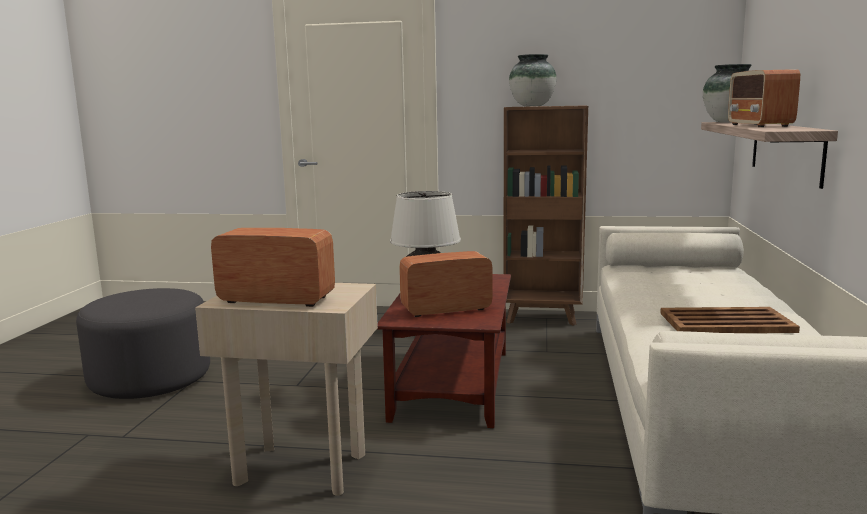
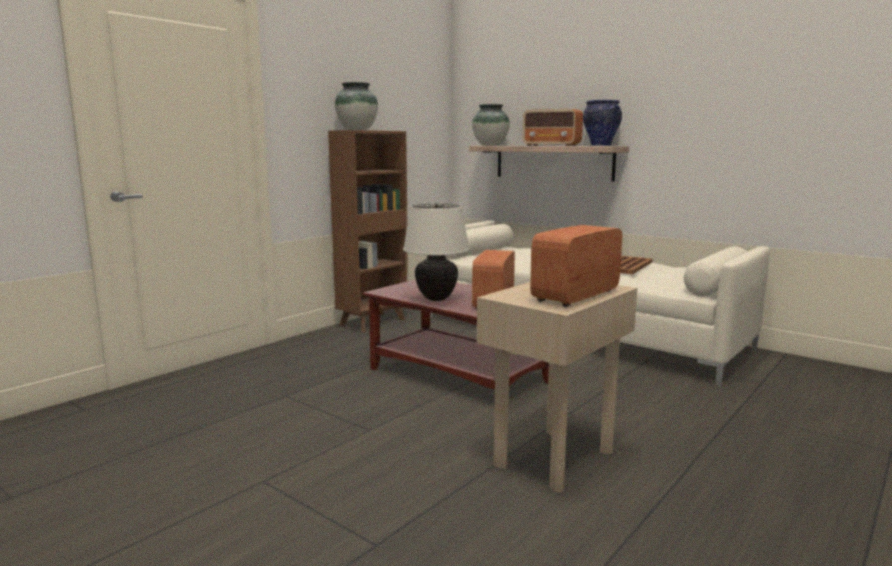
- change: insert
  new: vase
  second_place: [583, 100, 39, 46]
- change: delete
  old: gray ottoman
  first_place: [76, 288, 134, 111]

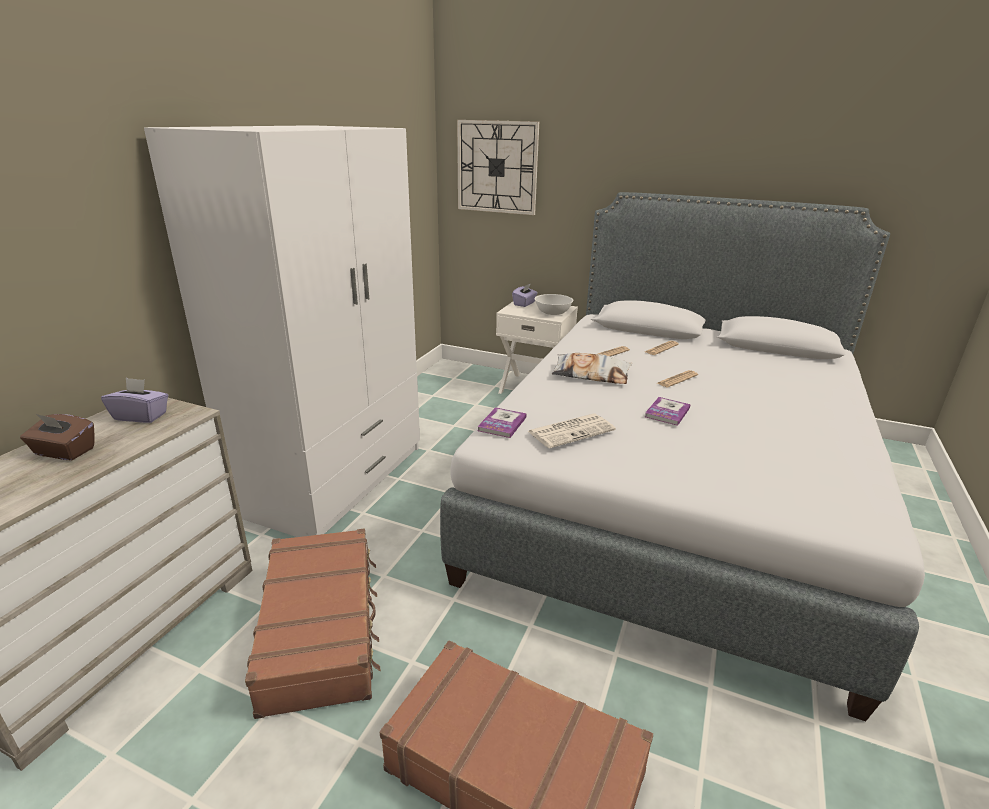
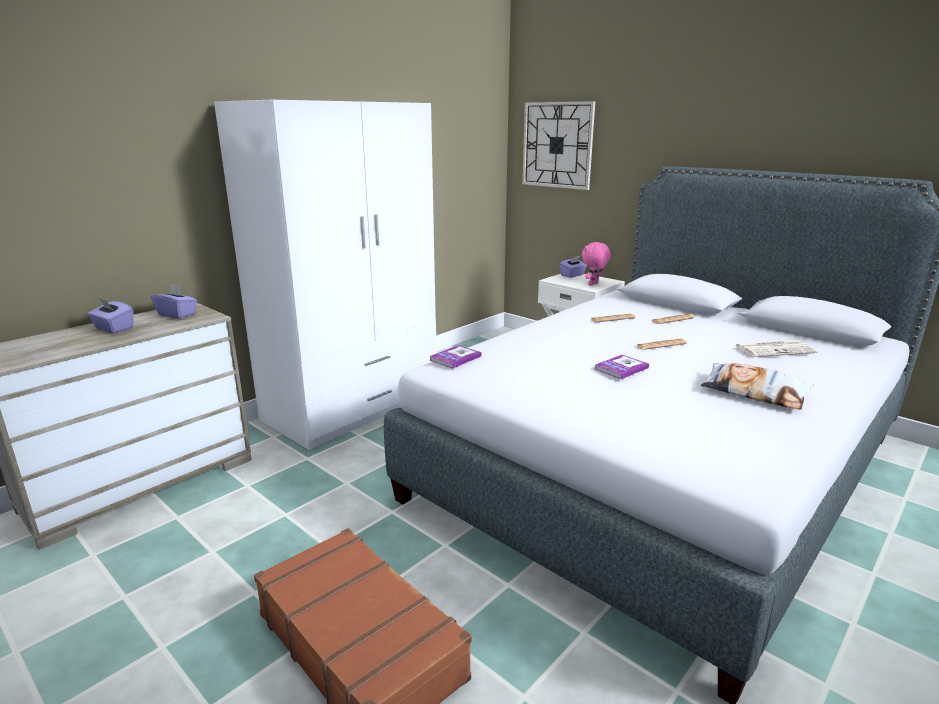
- change: recolor
  old: brown-coloured tissue box
  new: purple tissue box
  first_place: [20, 414, 75, 46]
  second_place: [88, 297, 45, 37]
- change: replace
  old: white serving bowl
  new: pink cuddly toy
  first_place: [534, 294, 40, 21]
  second_place: [582, 242, 29, 44]
- change: move
  old: pillow
  first_place: [552, 353, 80, 31]
  second_place: [701, 363, 112, 47]
- change: move
  old: printed paper
  first_place: [528, 414, 88, 34]
  second_place: [735, 340, 83, 17]
- change: delete
  old: brown-coloured travel case
  first_place: [245, 529, 136, 190]

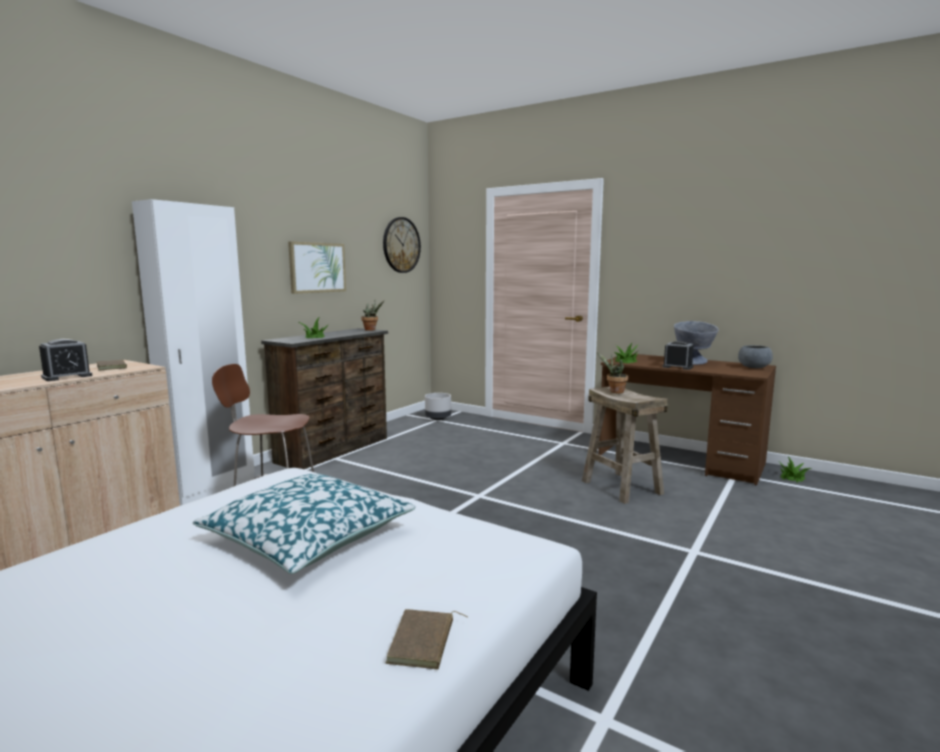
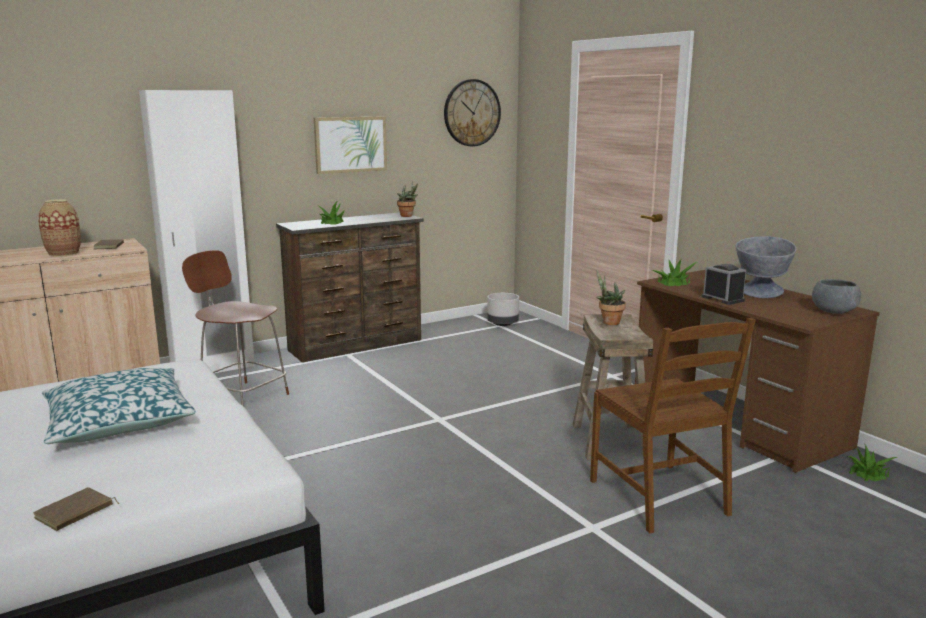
- change: replace
  old: table clock
  new: vase
  first_place: [39, 339, 53, 42]
  second_place: [38, 199, 43, 58]
- change: insert
  new: brown-coloured upright chair
  second_place: [590, 318, 166, 216]

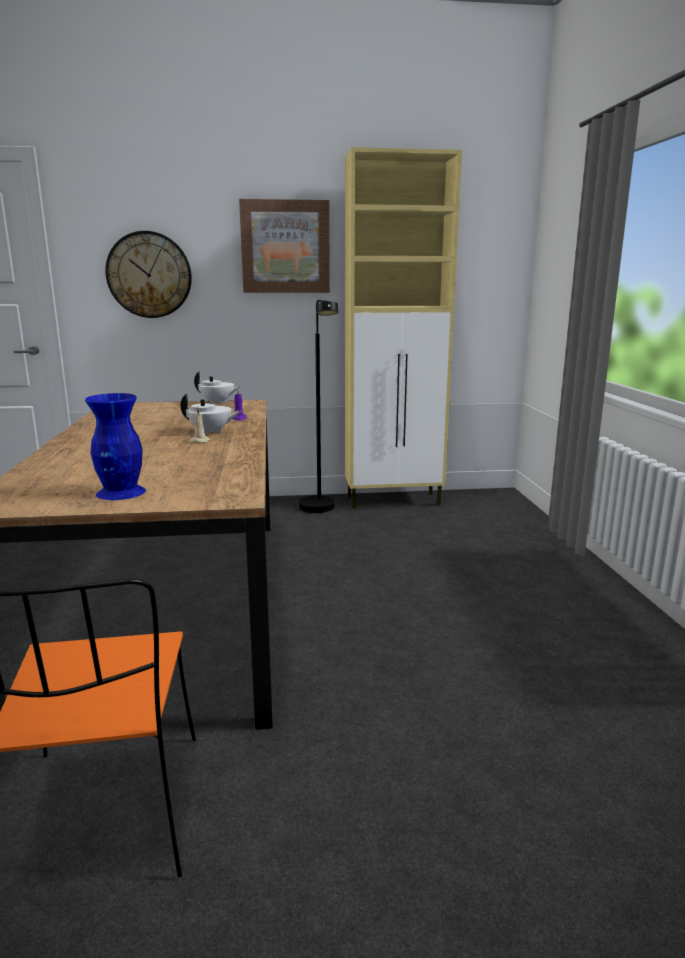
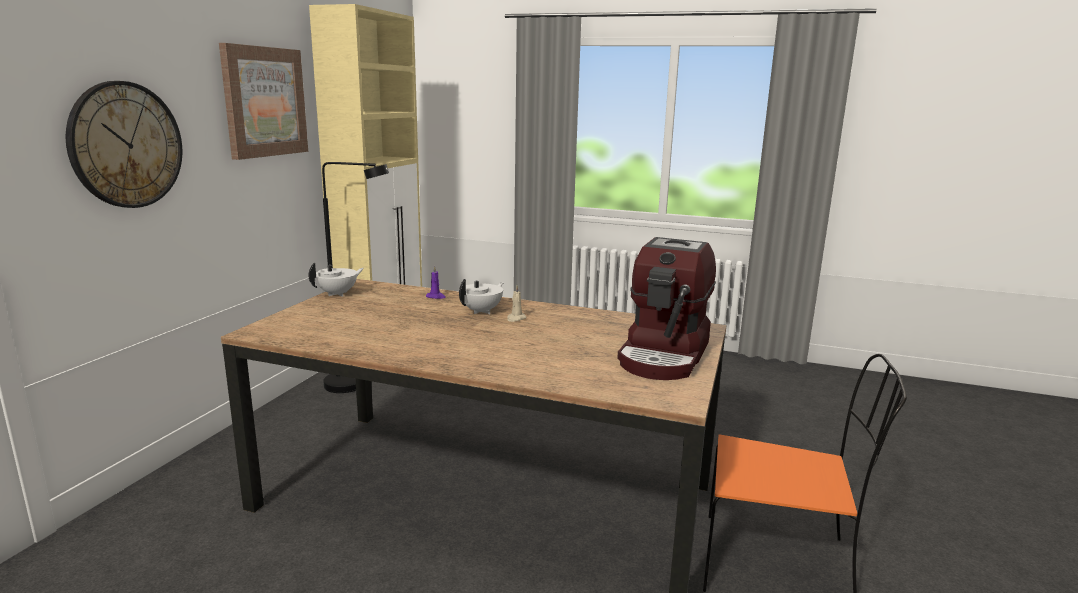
- change: replace
  old: blue-coloured vase
  new: coffee brewer
  first_place: [85, 393, 61, 107]
  second_place: [617, 237, 99, 143]

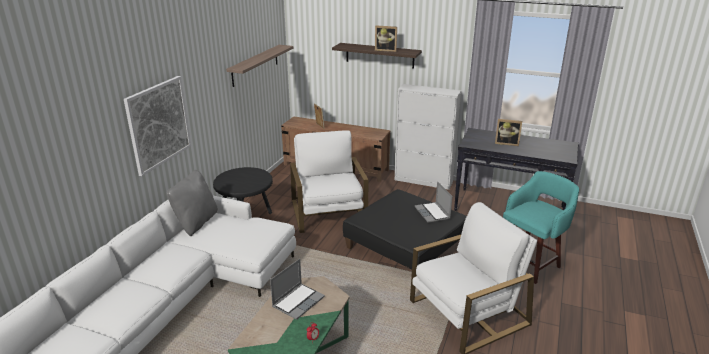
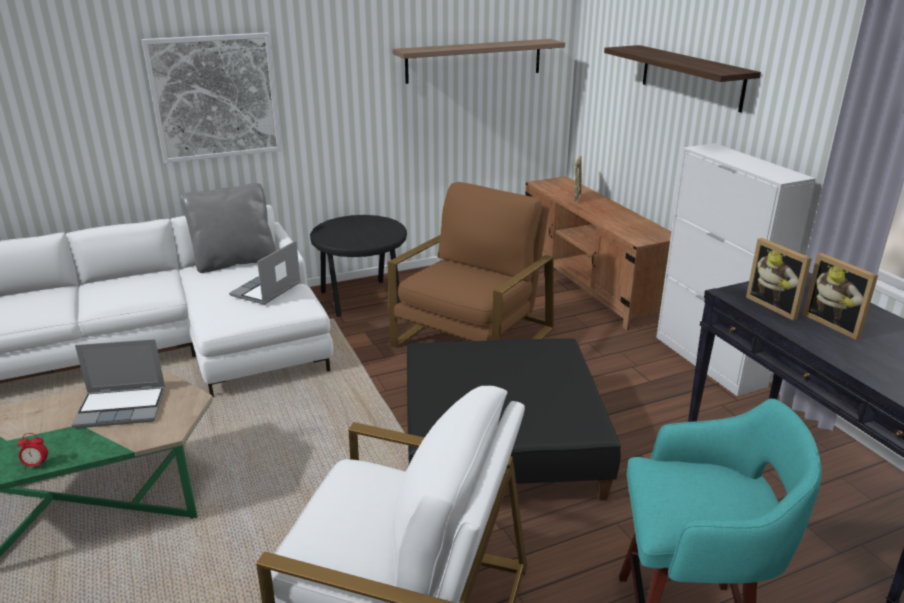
- change: move
  old: notebook computer
  first_place: [415, 181, 37, 42]
  second_place: [229, 241, 72, 64]
- change: recolor
  old: white armchair
  new: brown-coloured armchair
  first_place: [290, 130, 78, 103]
  second_place: [387, 182, 167, 166]
- change: move
  old: standing frame
  first_place: [375, 25, 22, 27]
  second_place: [746, 238, 66, 83]

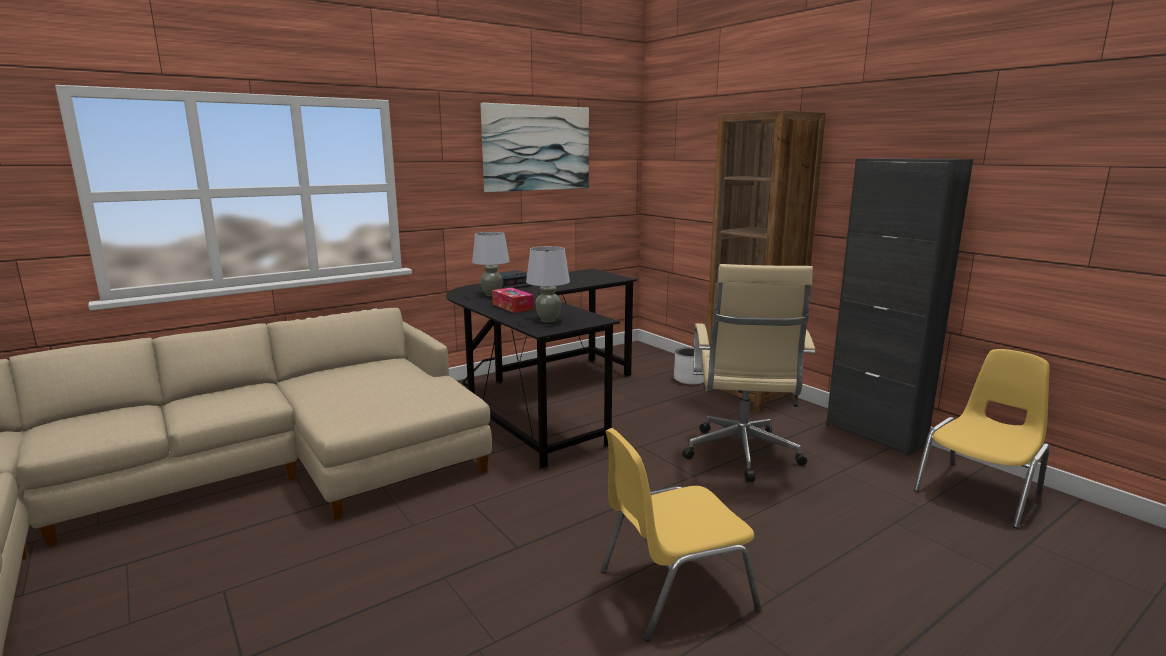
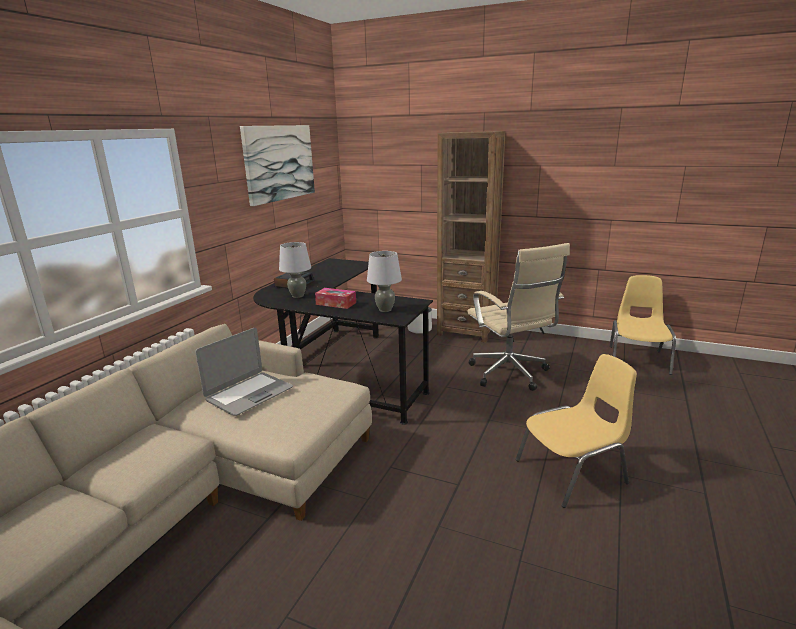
- change: insert
  new: notebook computer
  second_place: [195, 328, 98, 88]
- change: rotate
  old: yellow-coloured upright chair
  first_place: [600, 428, 162, 213]
  second_place: [516, 354, 121, 154]
  degrees: -150
- change: delete
  old: black-coloured storage cabinet
  first_place: [826, 158, 147, 298]

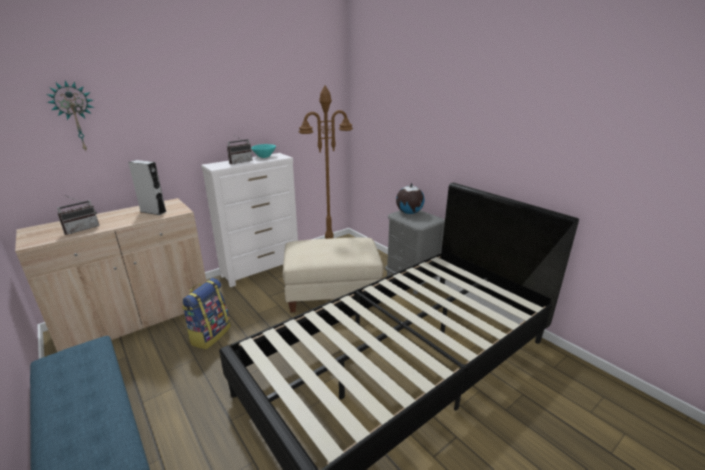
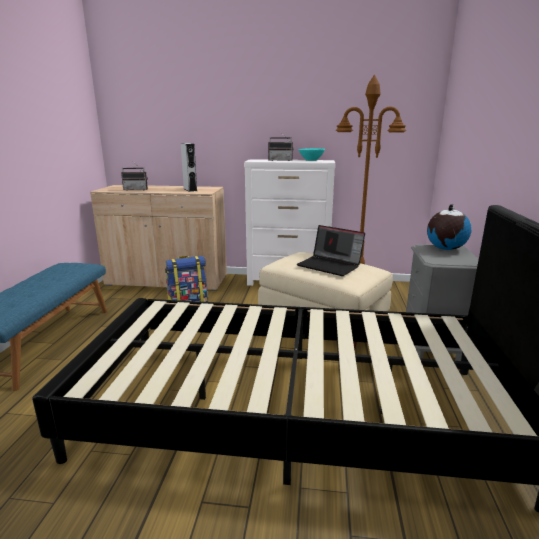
- change: insert
  new: notebook computer
  second_place: [297, 225, 68, 51]
- change: delete
  old: hanging clock
  first_place: [46, 80, 48, 71]

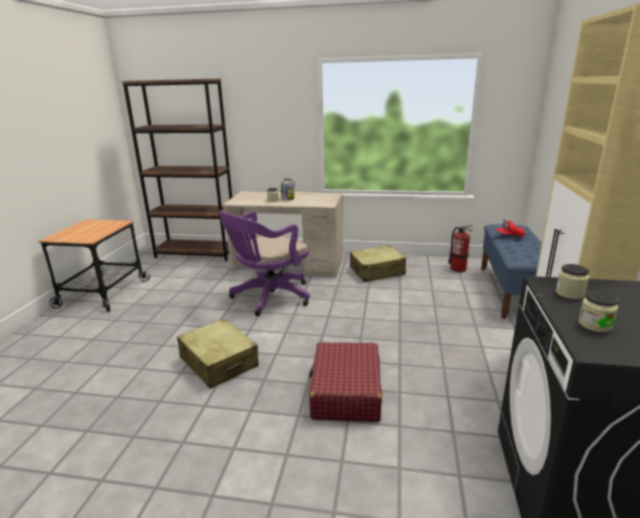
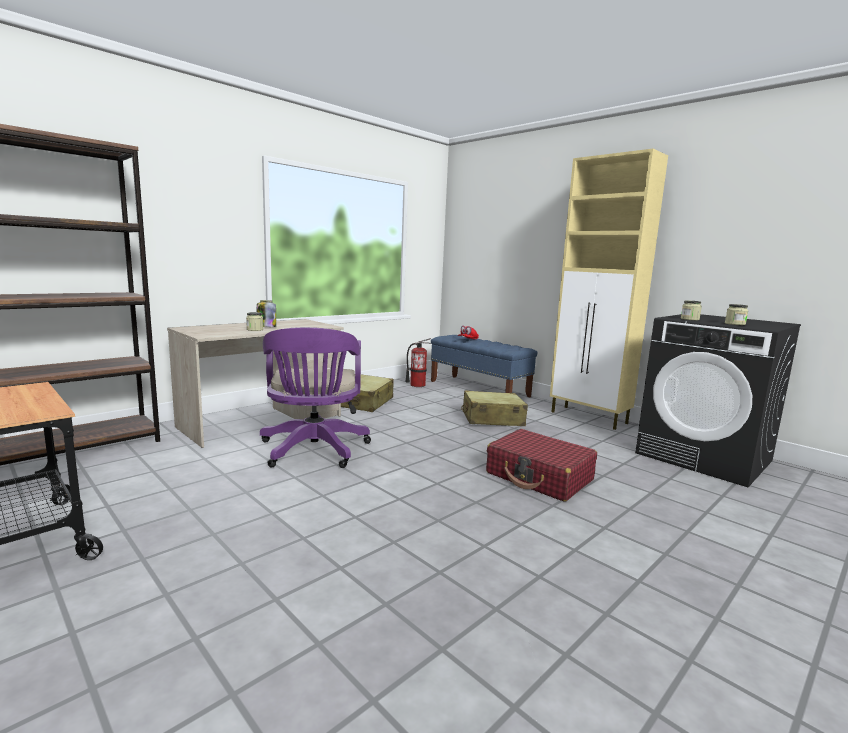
- change: move
  old: beige-coloured travel case
  first_place: [177, 318, 82, 71]
  second_place: [461, 390, 67, 36]

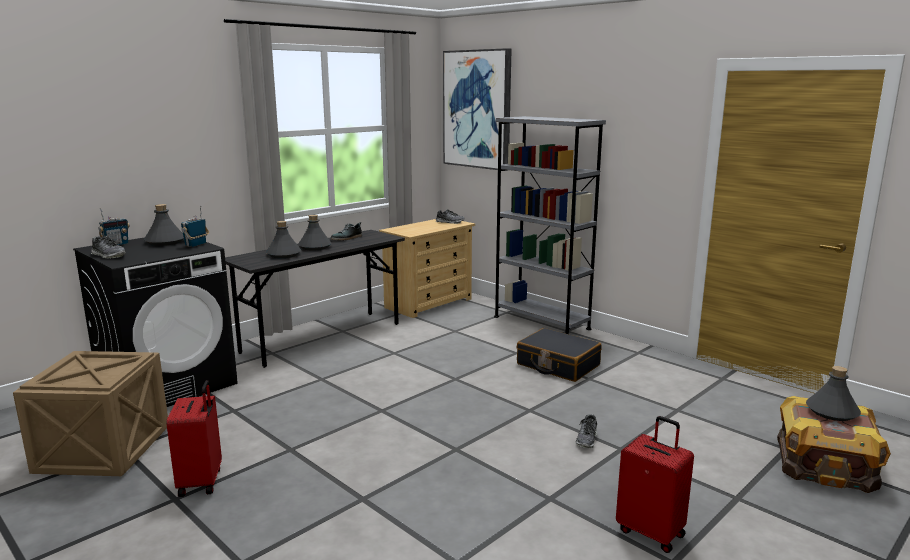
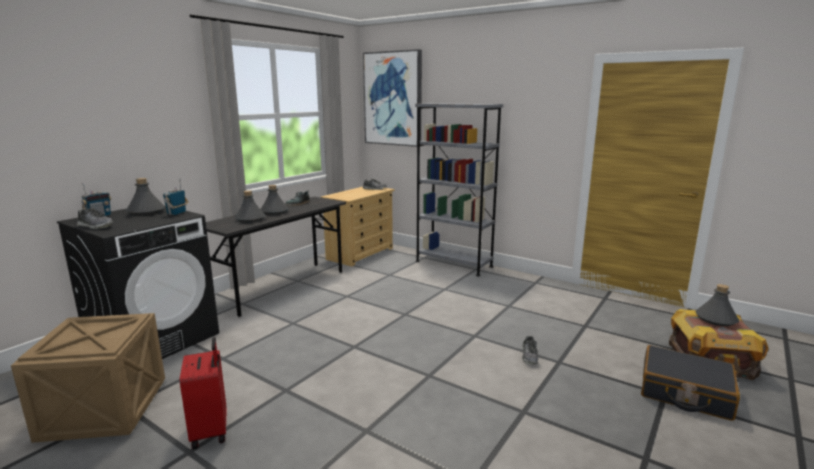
- change: move
  old: black-coloured travel case
  first_place: [517, 328, 85, 54]
  second_place: [641, 345, 99, 76]
- change: delete
  old: reddish travel case
  first_place: [616, 416, 78, 137]

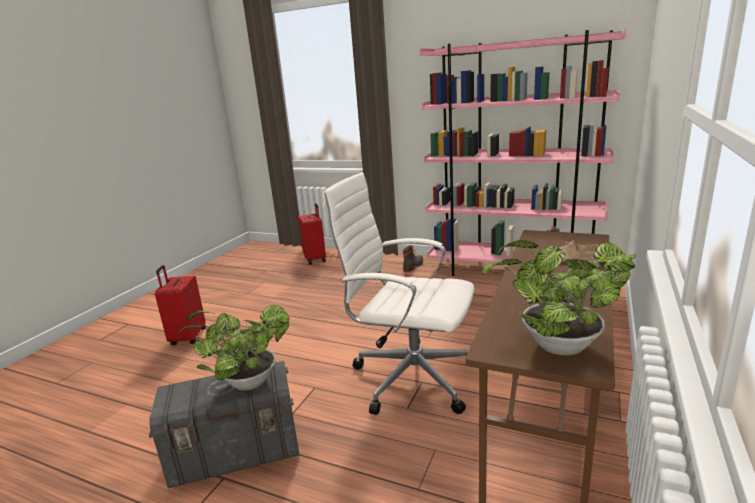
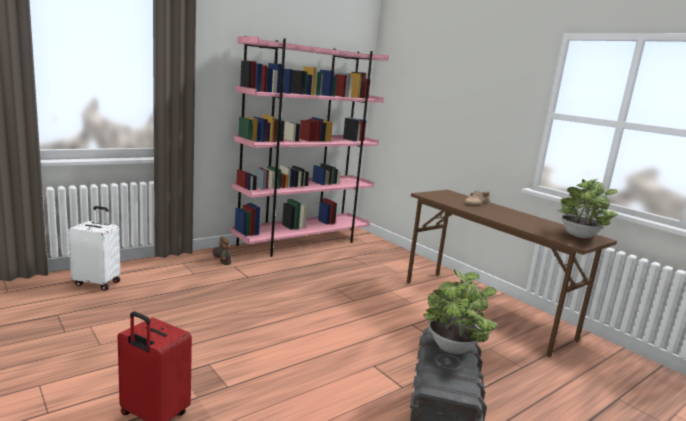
- change: recolor
  old: reddish travel case
  new: white travel case
  first_place: [298, 203, 28, 62]
  second_place: [68, 206, 52, 84]
- change: delete
  old: white desk chair
  first_place: [323, 172, 151, 243]

